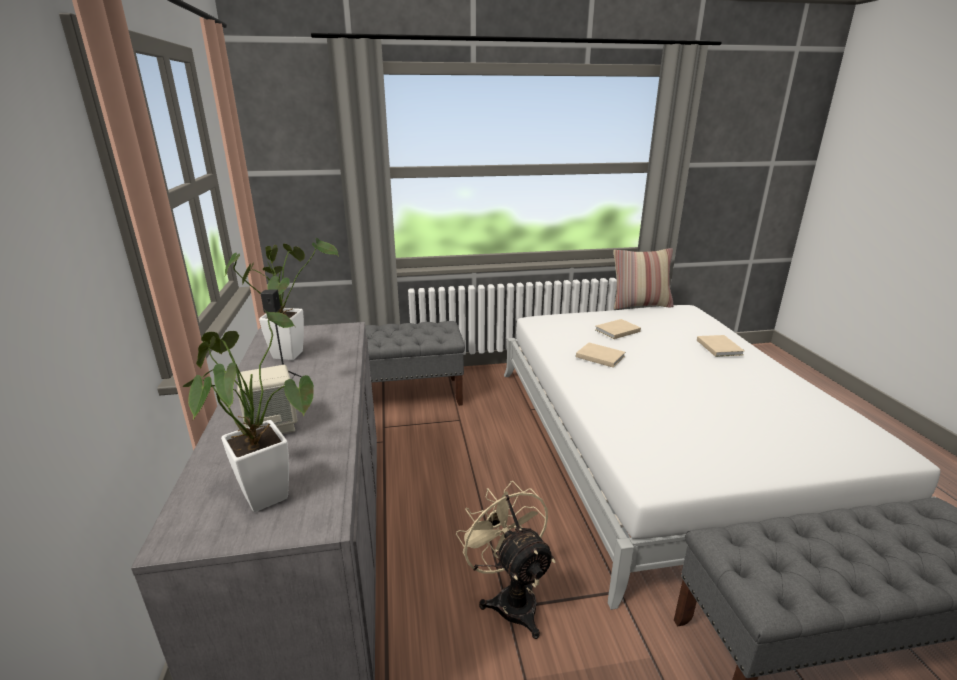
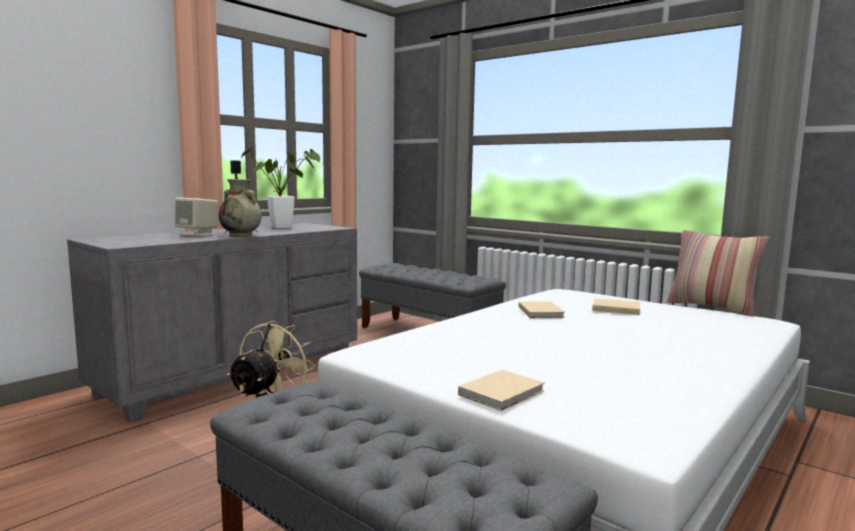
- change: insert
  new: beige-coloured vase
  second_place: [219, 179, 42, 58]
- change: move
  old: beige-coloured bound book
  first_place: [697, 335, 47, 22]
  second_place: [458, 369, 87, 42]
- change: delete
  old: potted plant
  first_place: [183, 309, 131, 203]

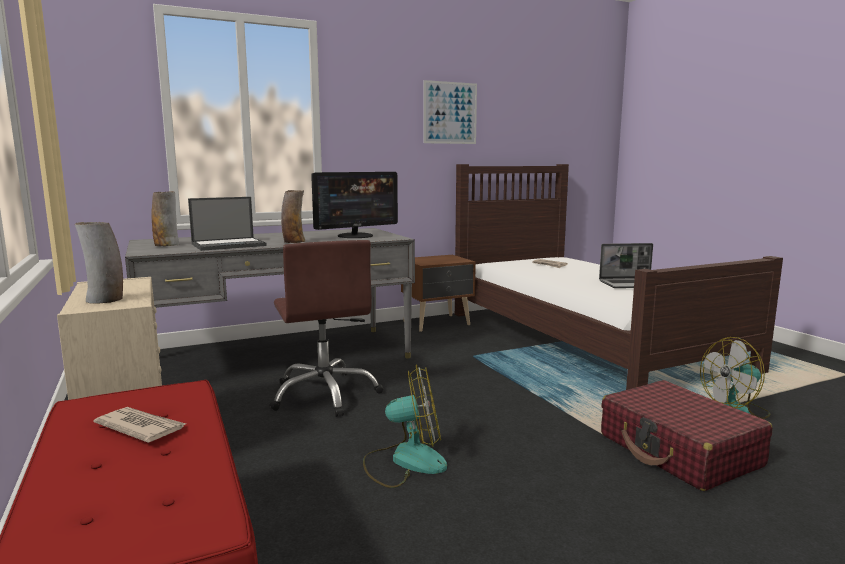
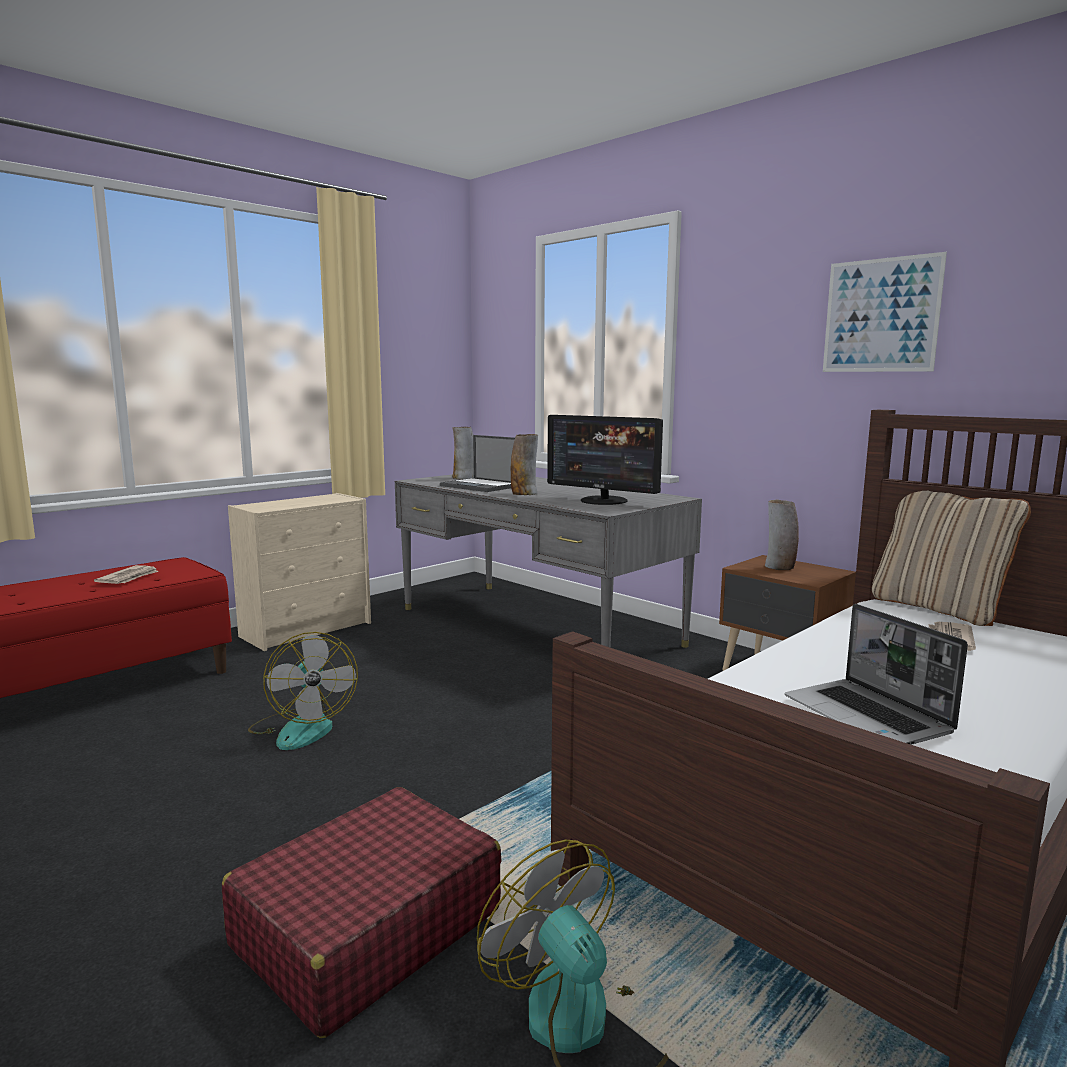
- change: move
  old: vase
  first_place: [75, 222, 48, 82]
  second_place: [765, 500, 34, 70]
- change: insert
  new: beige-coloured pillow
  second_place: [872, 491, 159, 135]
- change: delete
  old: brown-coloured desk chair
  first_place: [269, 240, 114, 177]

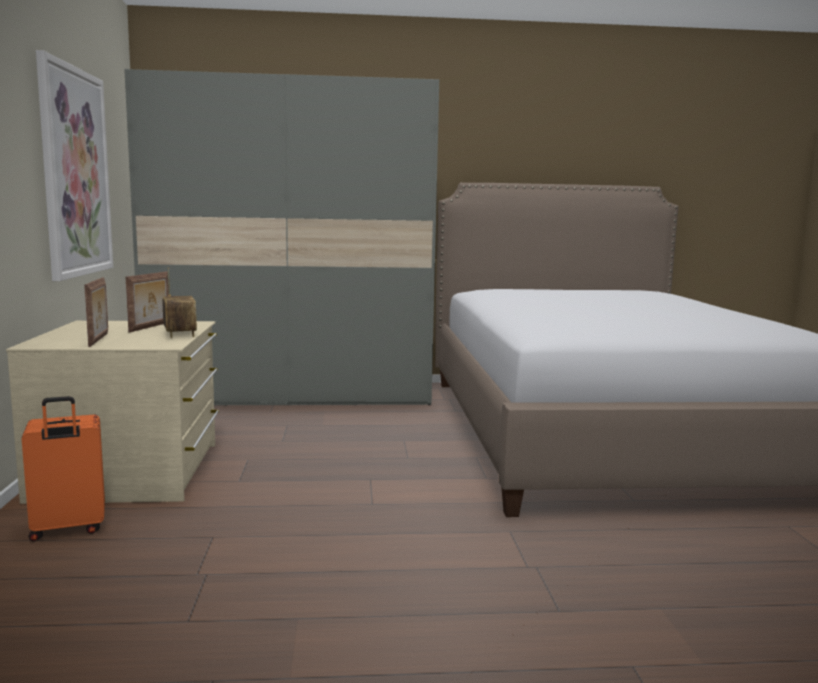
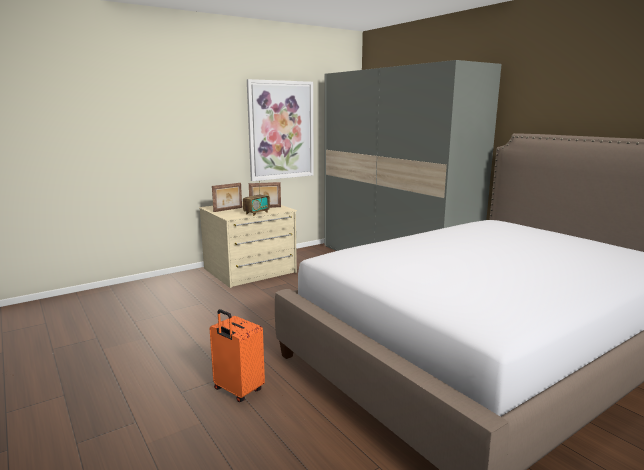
- change: move
  old: orange-coloured travel case
  first_place: [21, 396, 84, 146]
  second_place: [210, 309, 55, 93]

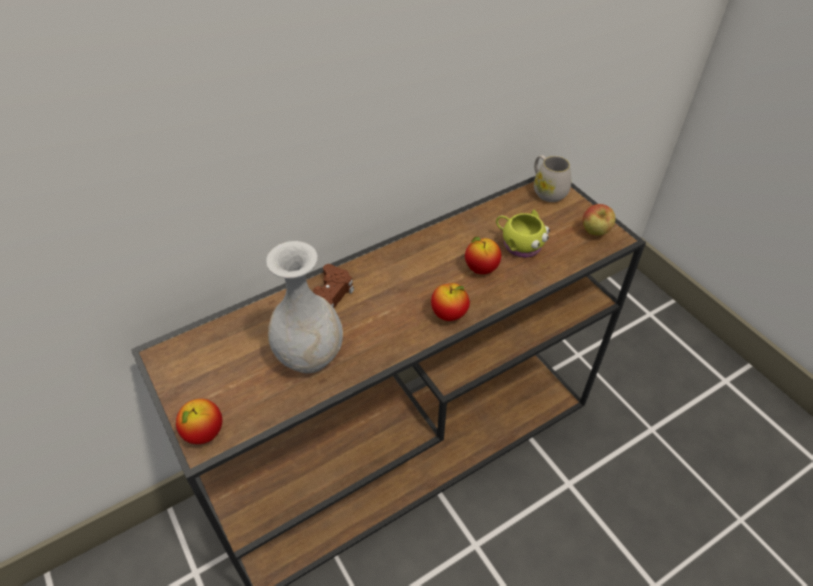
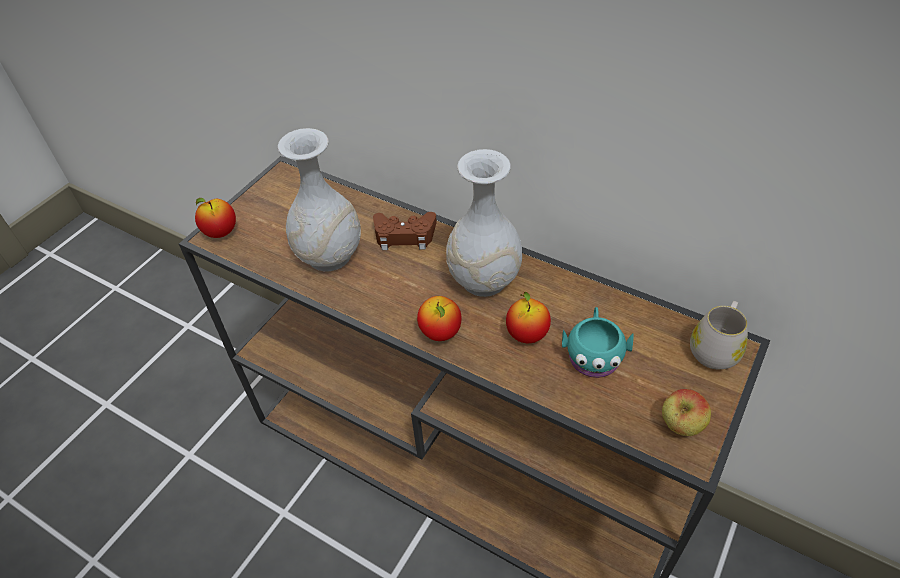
- change: insert
  new: white vase
  second_place: [446, 149, 76, 148]
- change: recolor
  old: yellow-coloured coffee mug
  new: turquoise coffee mug
  first_place: [496, 209, 54, 49]
  second_place: [562, 307, 72, 71]

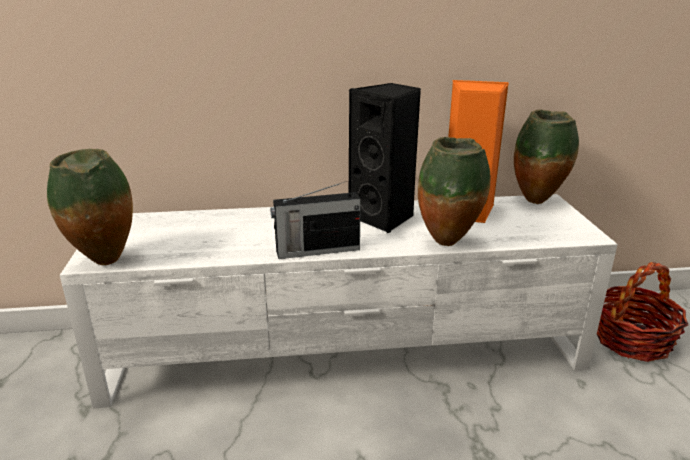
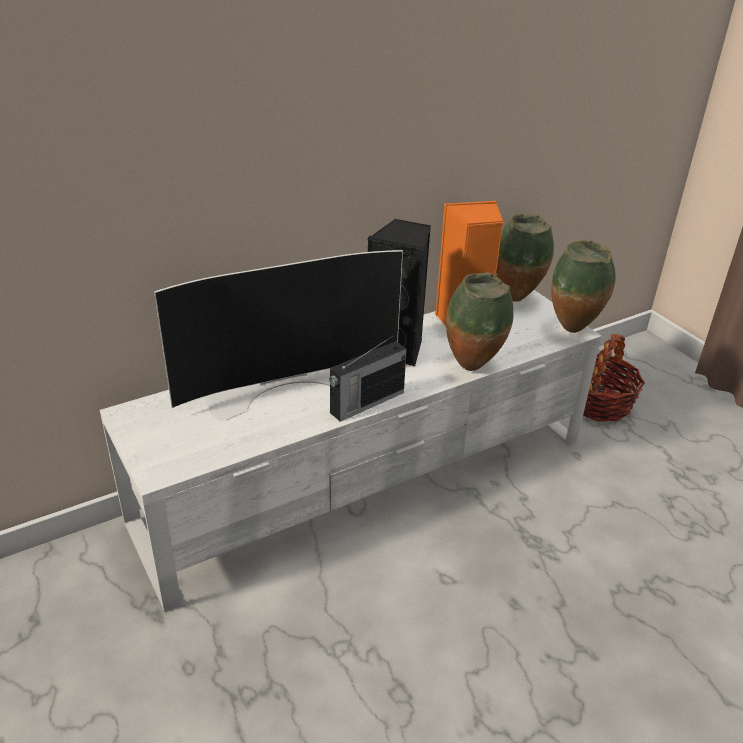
- change: insert
  new: TV
  second_place: [154, 250, 249, 171]
- change: move
  old: vase
  first_place: [47, 149, 86, 116]
  second_place: [551, 240, 65, 93]

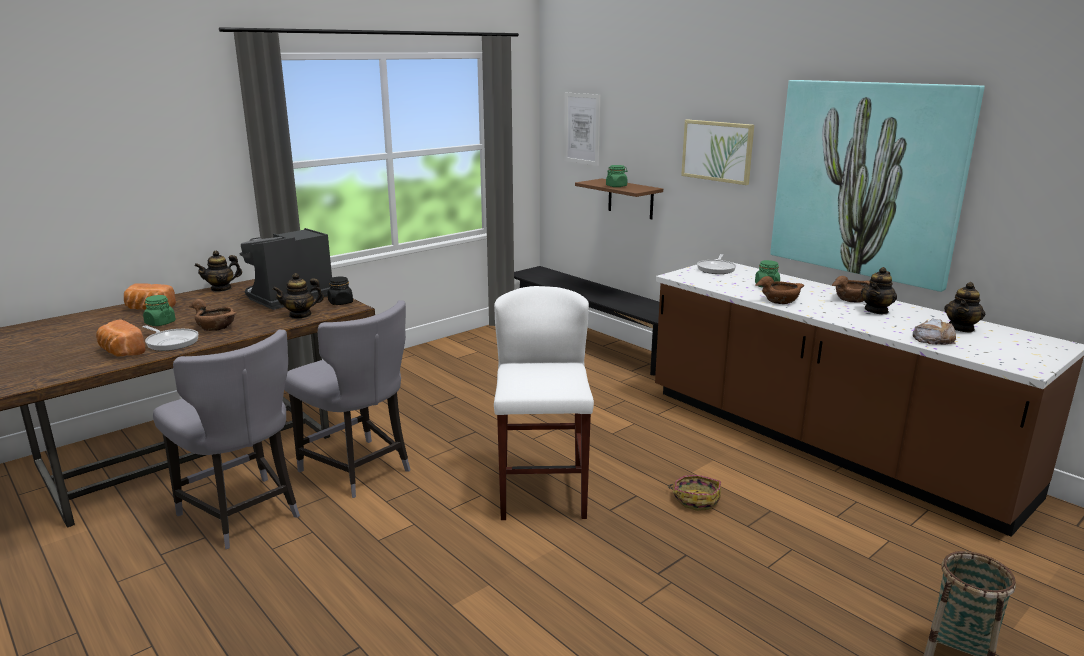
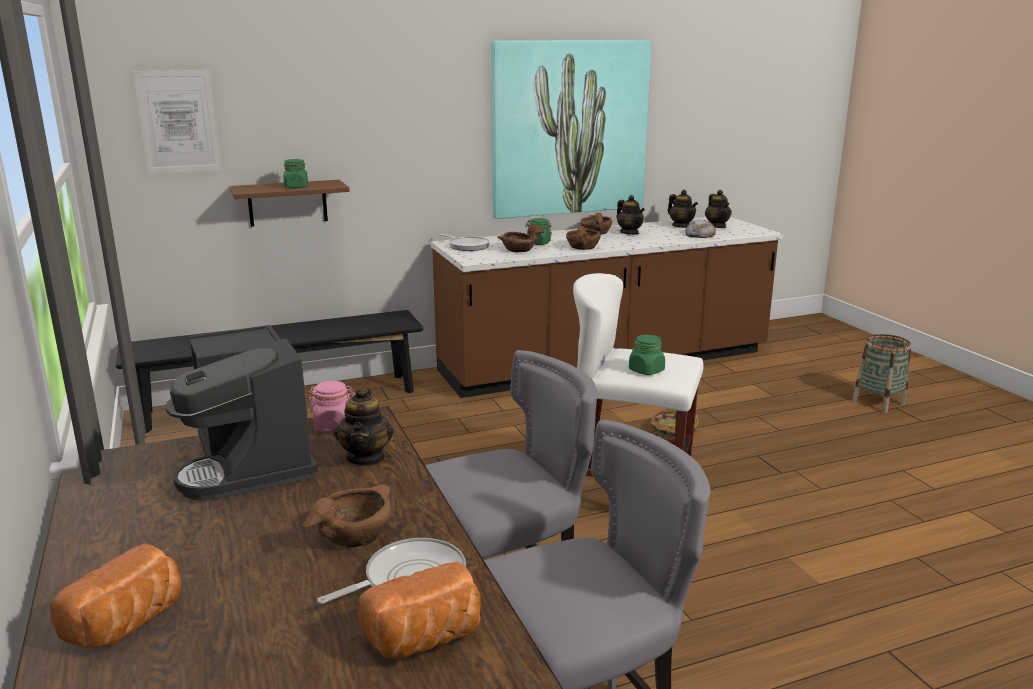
- change: recolor
  old: black-coloured storage jar
  new: pink storage jar
  first_place: [328, 277, 25, 28]
  second_place: [308, 381, 48, 50]
- change: insert
  new: brown-coloured serving bowl
  second_place: [497, 224, 48, 29]
- change: move
  old: greenish storage jar
  first_place: [143, 295, 33, 31]
  second_place: [629, 335, 36, 40]
- change: move
  old: tea pot
  first_place: [195, 251, 47, 41]
  second_place: [705, 190, 27, 38]
- change: delete
  old: wall art
  first_place: [681, 119, 73, 66]

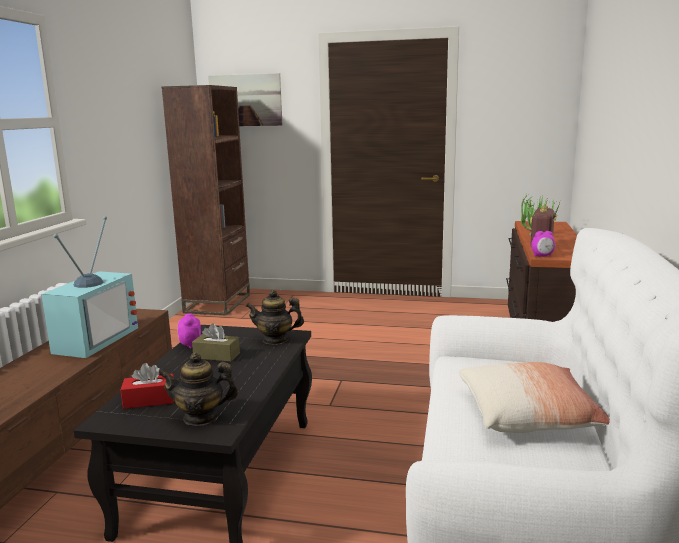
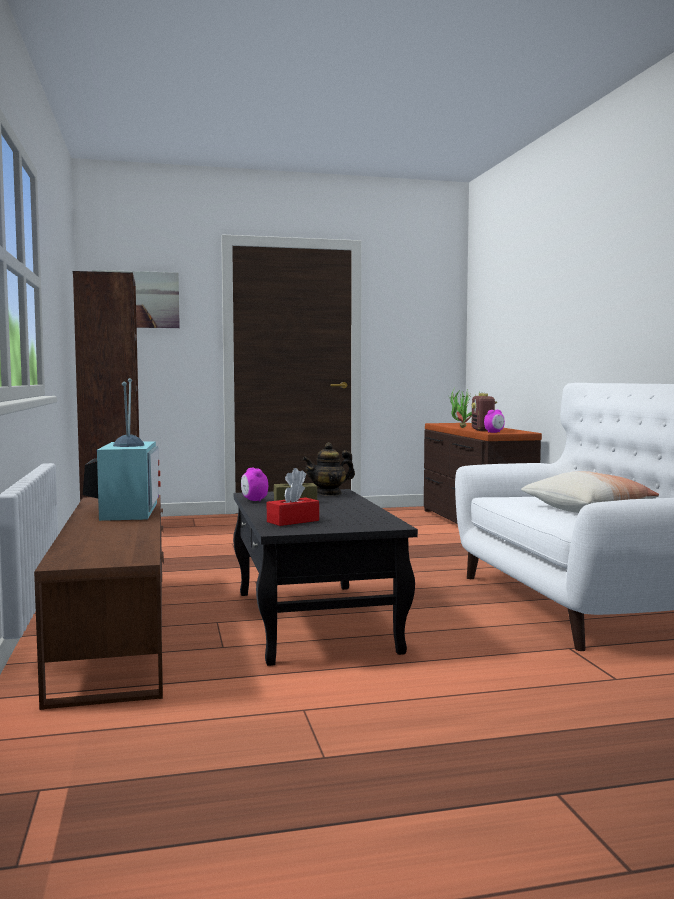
- change: delete
  old: tea pot
  first_place: [159, 352, 79, 74]

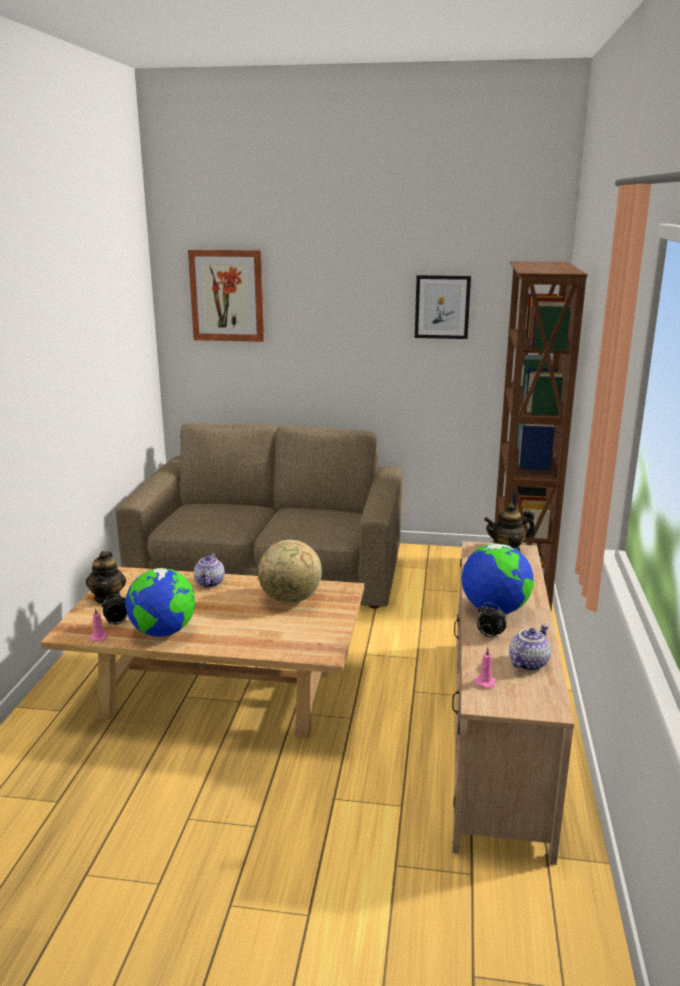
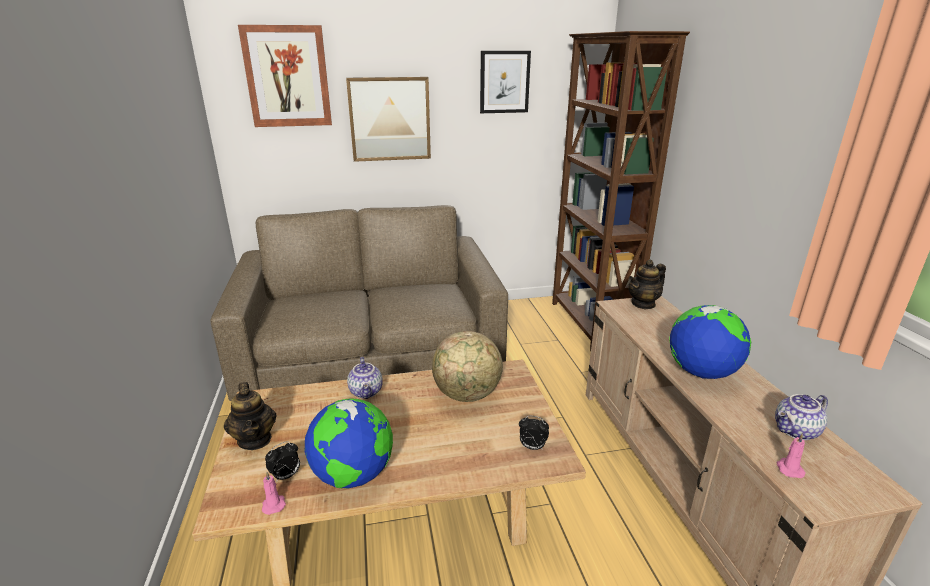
- change: insert
  new: wall art
  second_place: [346, 77, 85, 85]
- change: move
  old: table clock
  first_place: [477, 602, 30, 38]
  second_place: [519, 416, 30, 34]
- change: rotate
  old: tea pot
  first_place: [509, 625, 42, 46]
  second_place: [775, 394, 53, 46]
  degrees: -135

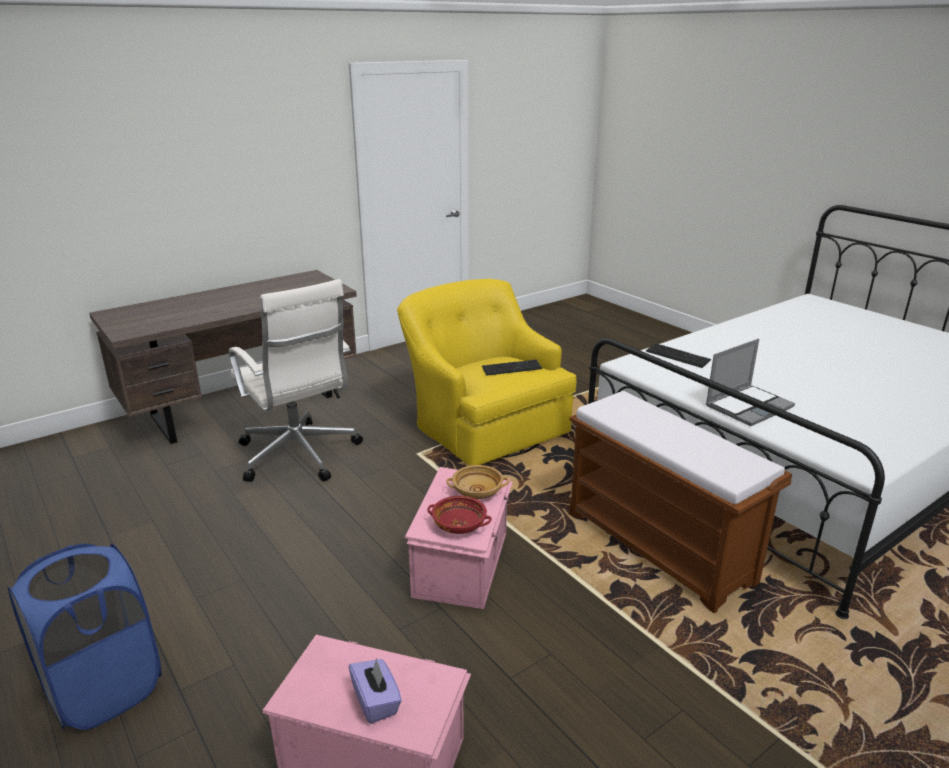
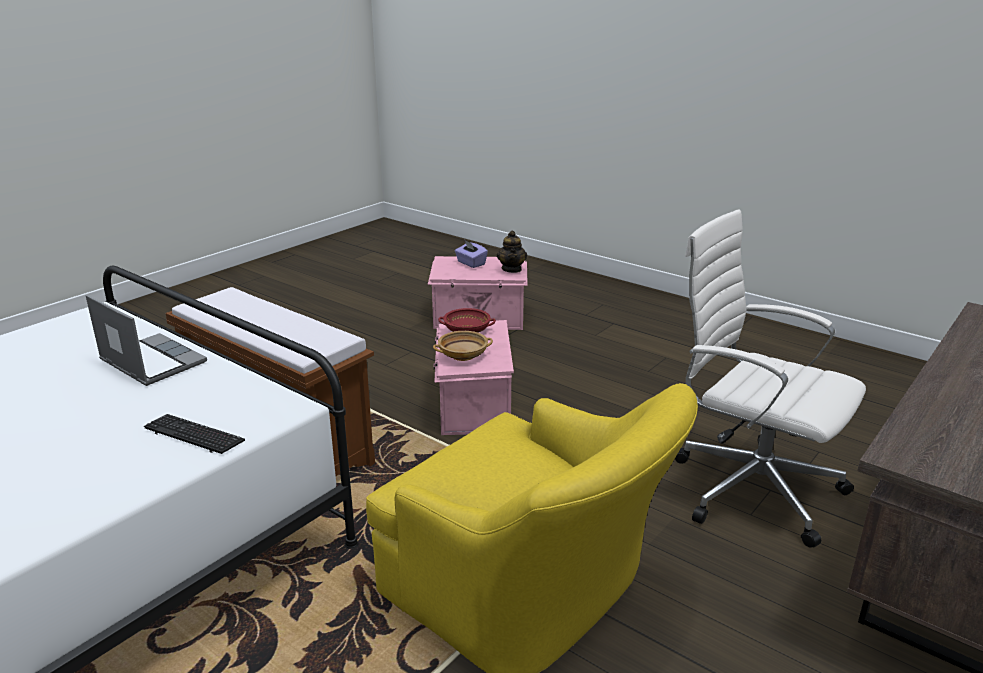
- change: rotate
  old: notebook computer
  first_place: [706, 339, 89, 87]
  second_place: [85, 295, 122, 91]
  degrees: 90
- change: insert
  new: tea pot
  second_place: [497, 231, 30, 42]
- change: delete
  old: blue-coloured laundry basket
  first_place: [8, 543, 153, 187]
- change: delete
  old: computer keyboard
  first_place: [482, 359, 60, 17]

